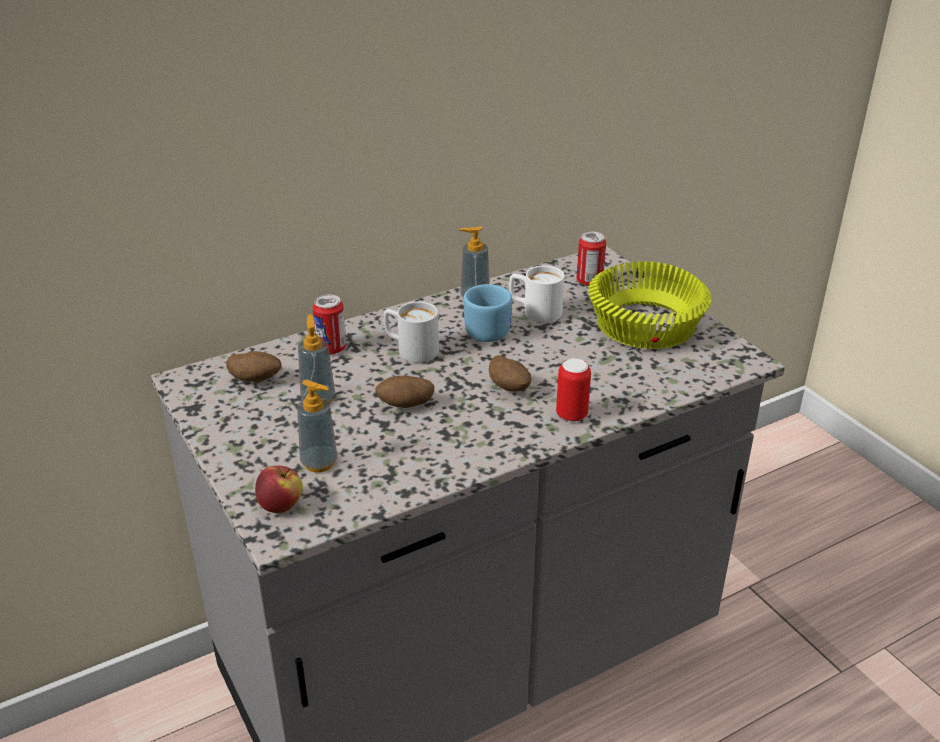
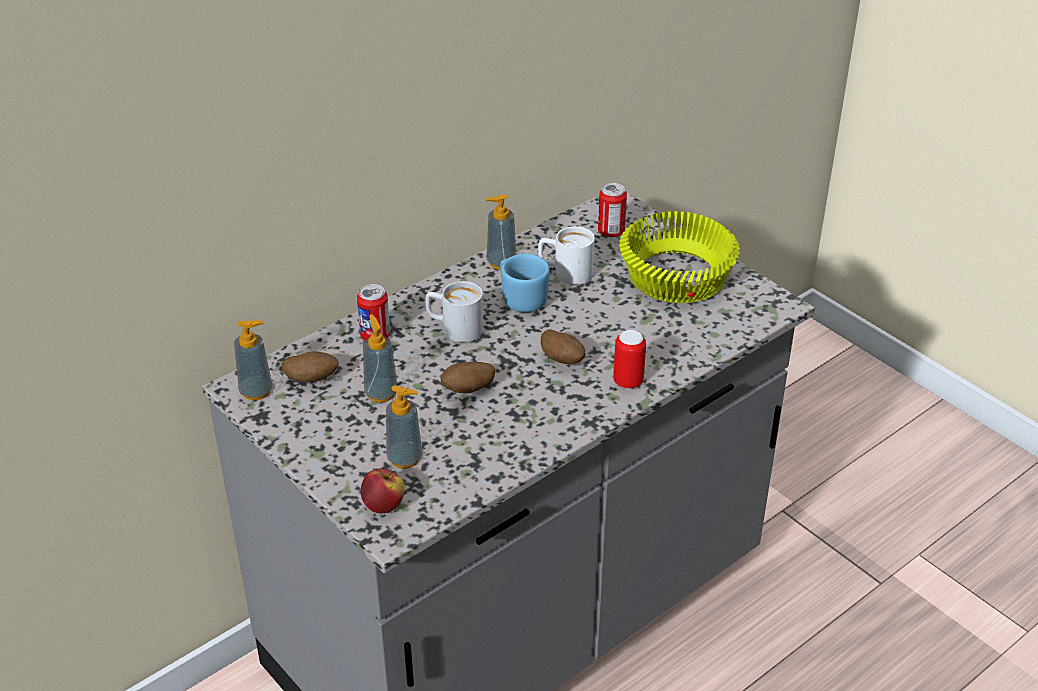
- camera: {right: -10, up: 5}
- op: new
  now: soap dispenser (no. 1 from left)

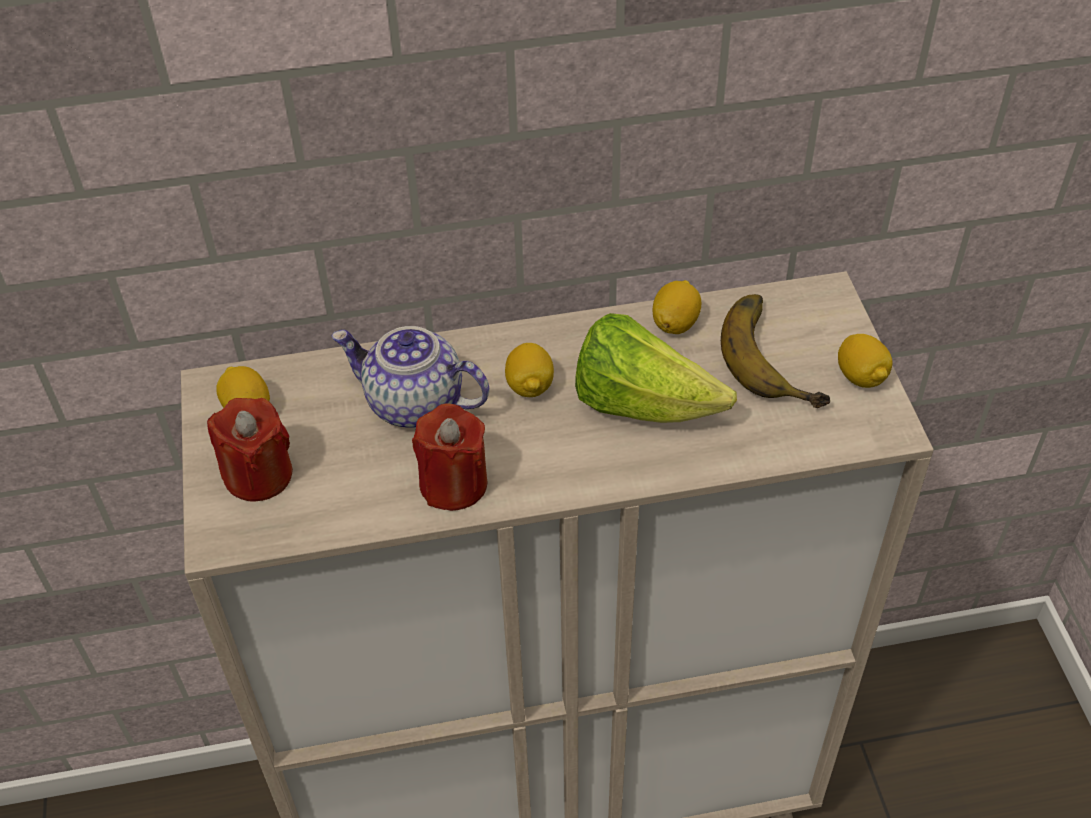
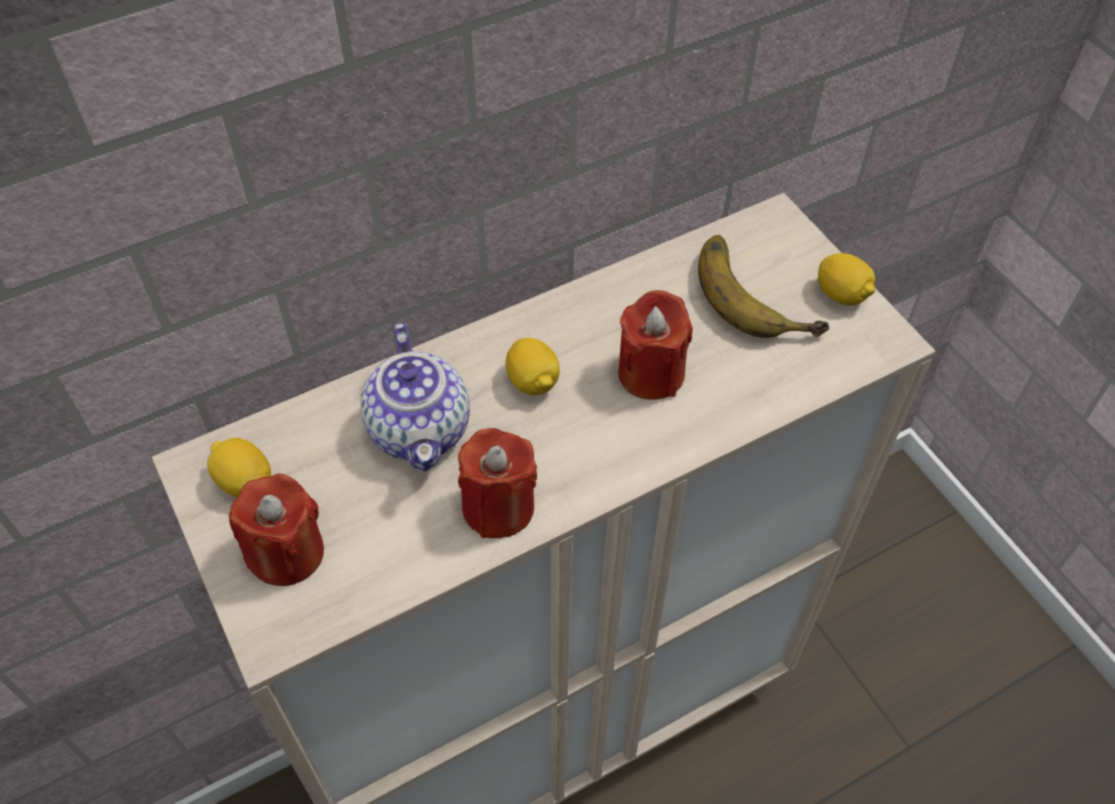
- camera: {right: -20, up: 5}
- op: rotated
  was: teapot
  clockwise: -105
- op: swapped
  was: lettuce
  now: red candle (no. 3 from left)
- op: gone
  was: lemon (no. 3 from left)

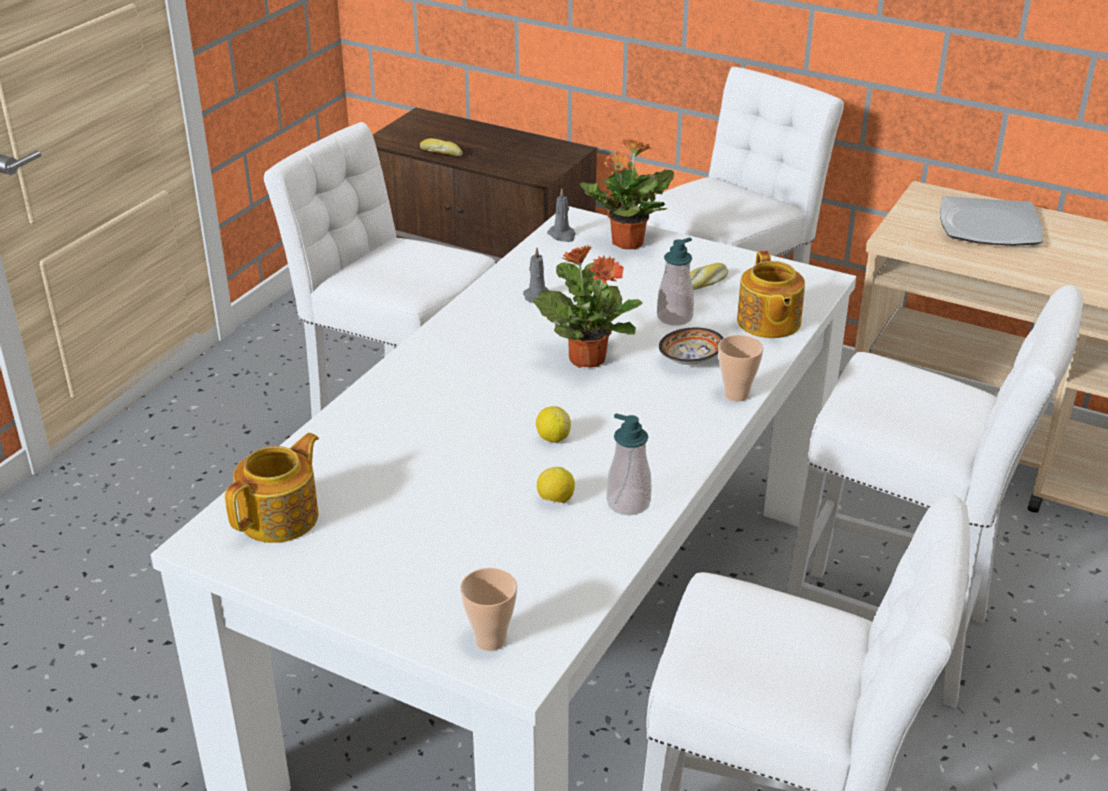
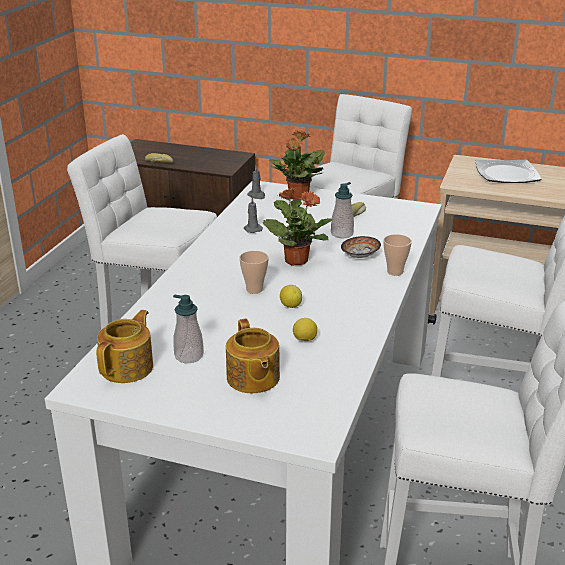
- camera: {right: -10, up: -5}
- op: shifted
  was: cup (no. 1 from left)
- op: shifted
  was: soap dispenser (no. 1 from left)
- op: shifted
  was: teapot (no. 2 from left)

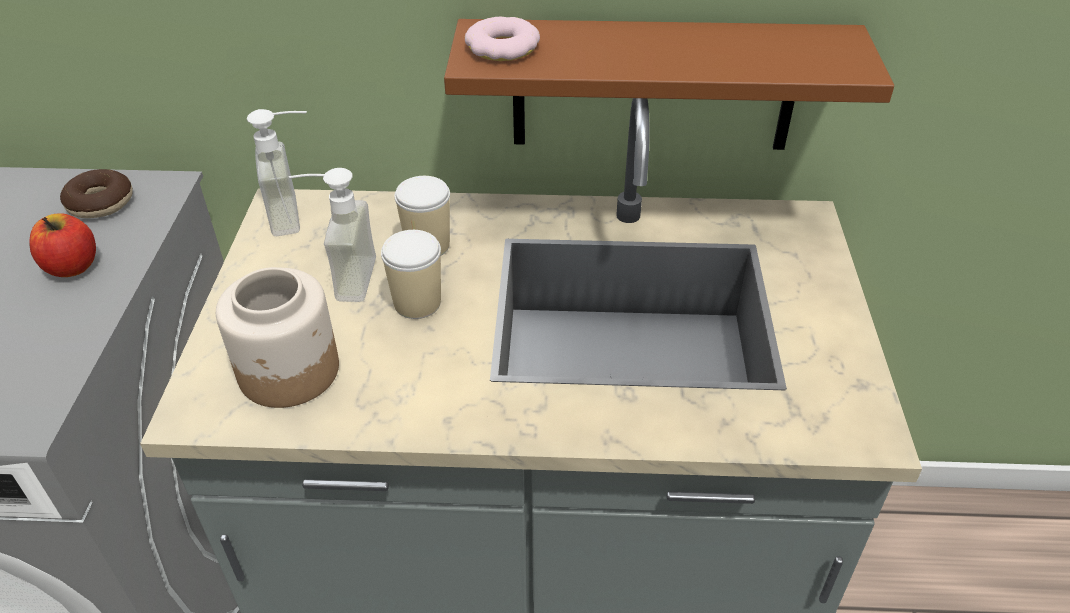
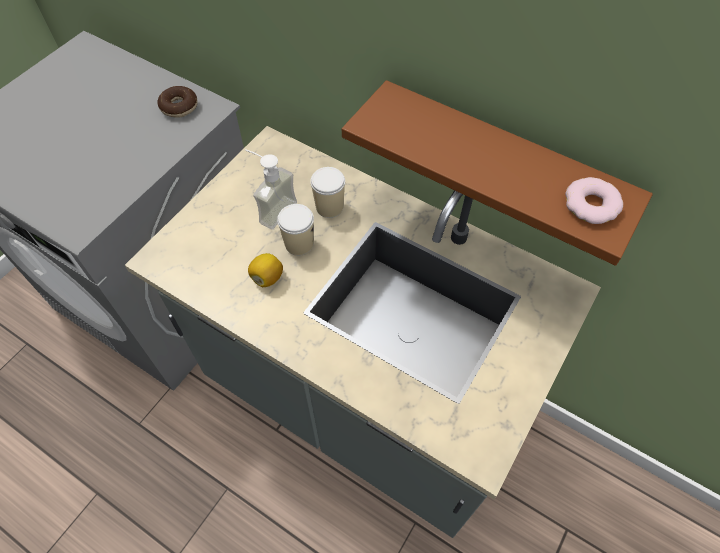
- camera: {right: 30, up: 15}
- op: gone
  was: apple
- op: gone
  was: jar
- op: gone
  was: soap dispenser (no. 1 from left)
- op: shifted
  was: donut (no. 2 from left)
- op: new
  now: lemon

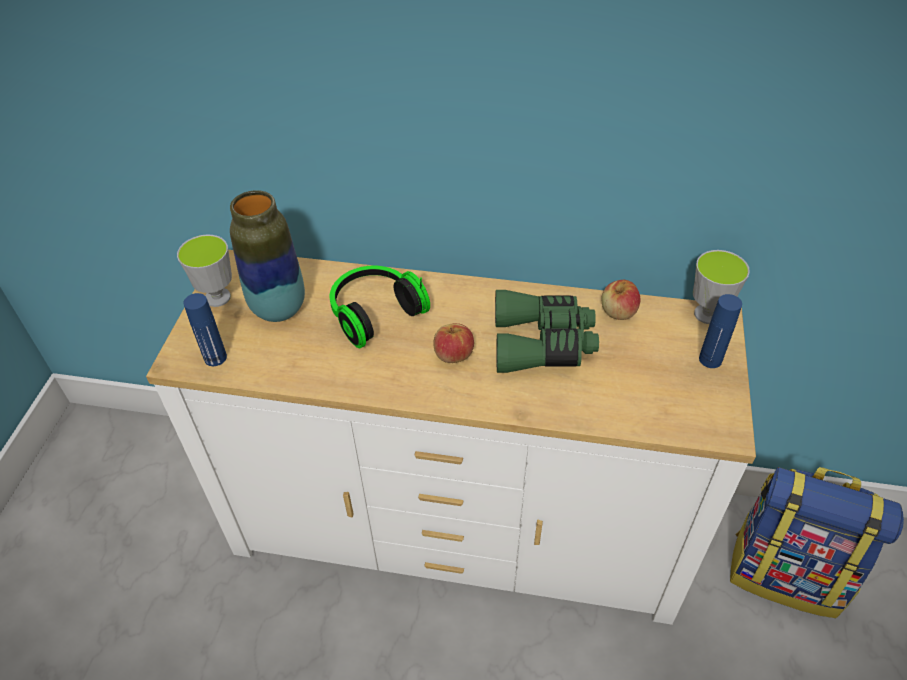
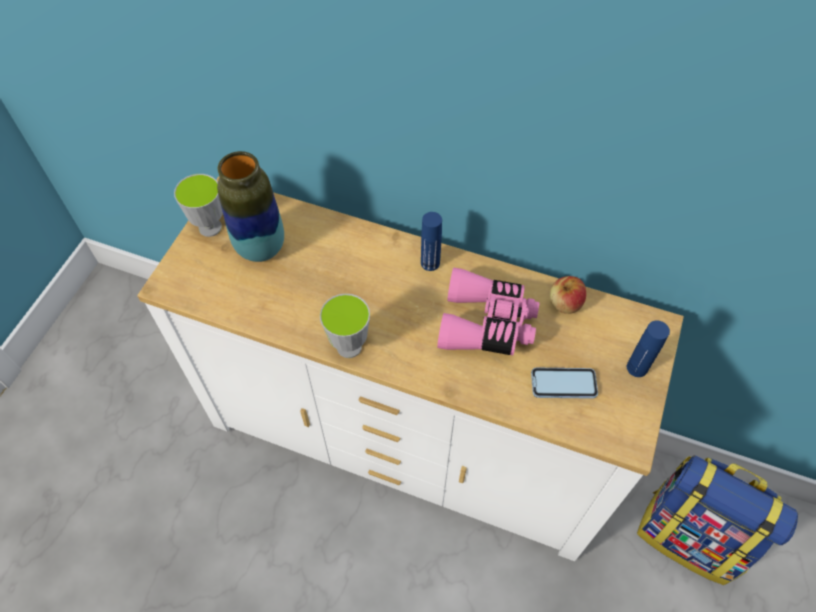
- camera: {right: 10, up: 10}
- op: shifted
  was: blue bottle (no. 1 from left)
- op: gone
  was: headphones
- op: gone
  was: apple (no. 1 from left)
- op: repainted
  was: green binoculars
  now: pink binoculars
- op: shifted
  was: cup (no. 2 from left)
- op: new
  now: phone

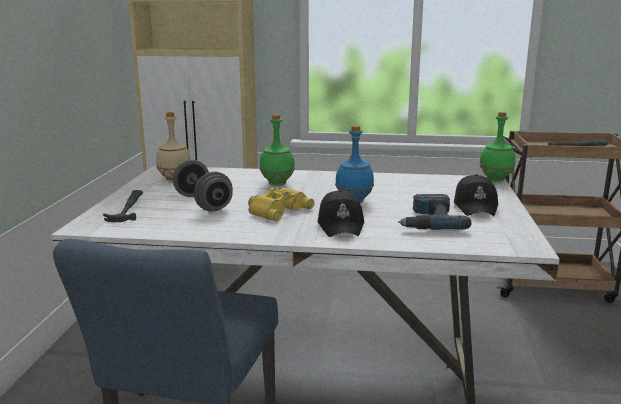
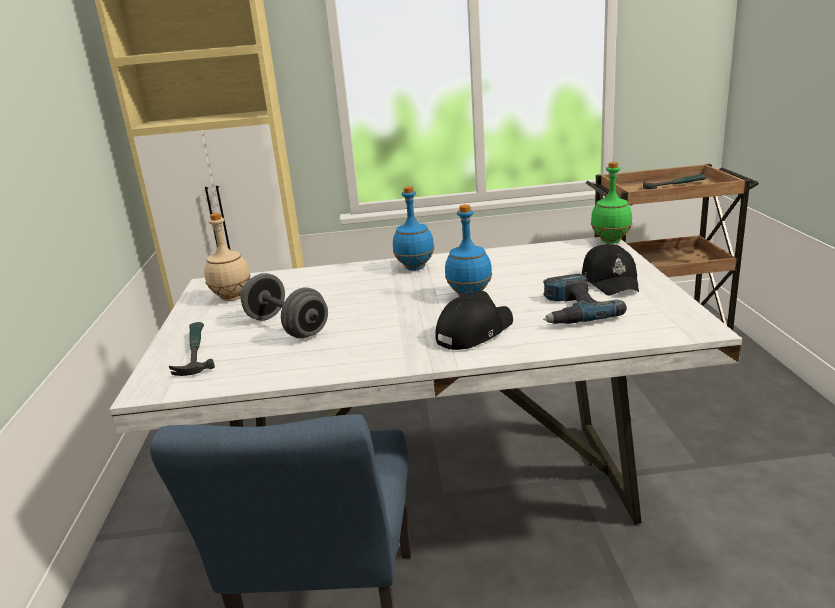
- camera: {right: -10, up: 5}
- op: gone
  was: yellow binoculars
- op: gone
  was: green bottle (no. 1 from left)
- op: rotated
  was: black cap (no. 1 from left)
  clockwise: -120
- op: new
  now: blue bottle (no. 1 from left)

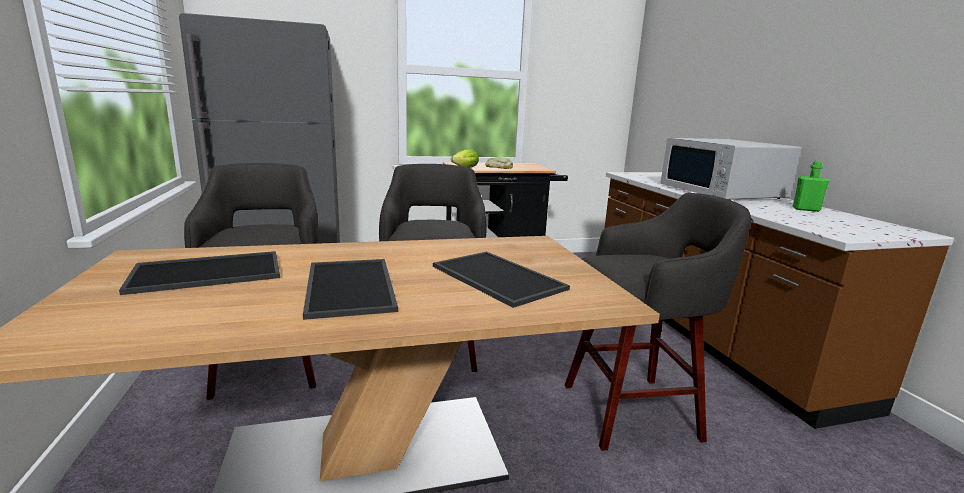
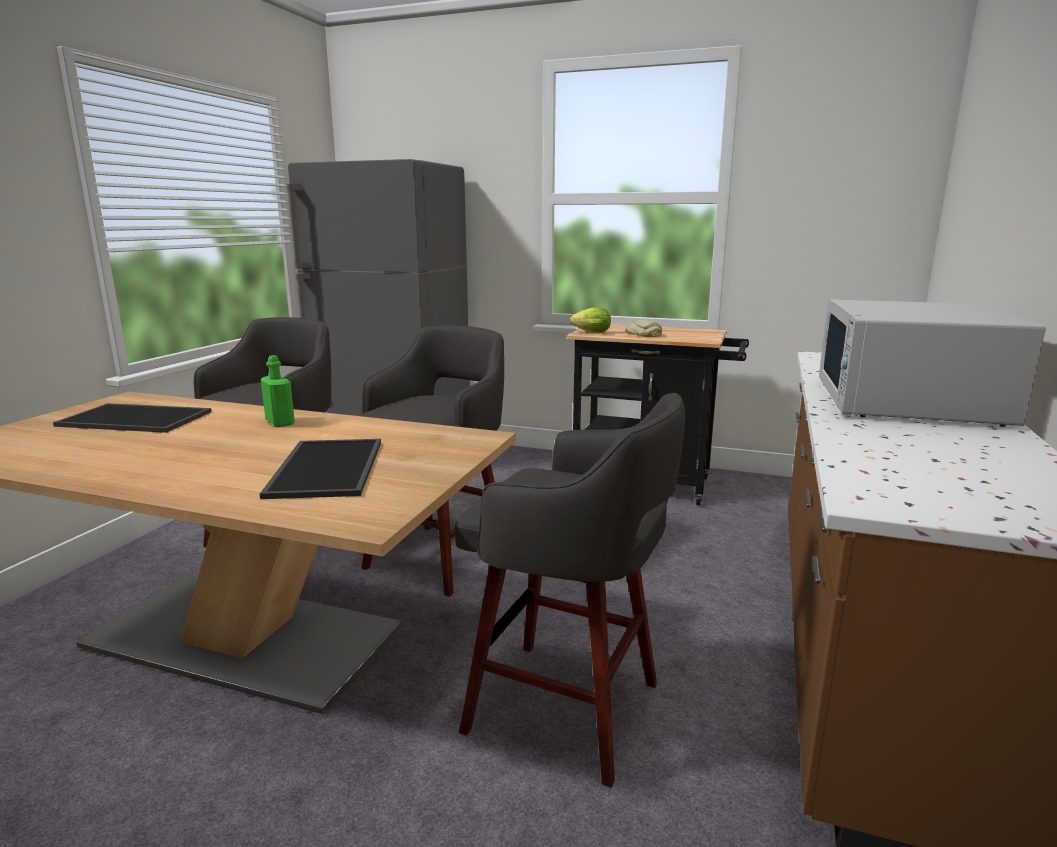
- camera: {right: 35, up: 0}
- op: gone
  was: tray (no. 2 from left)
- op: shifted
  was: green bottle

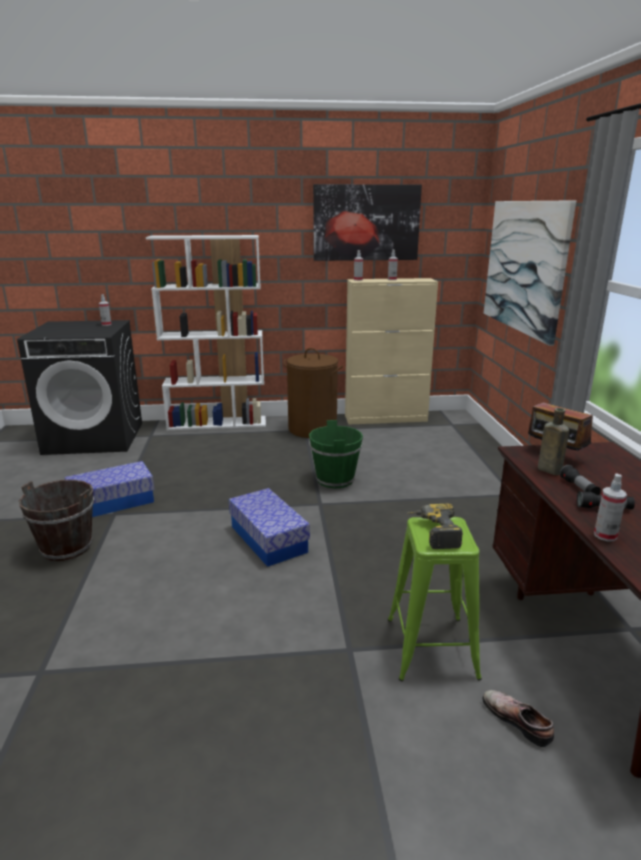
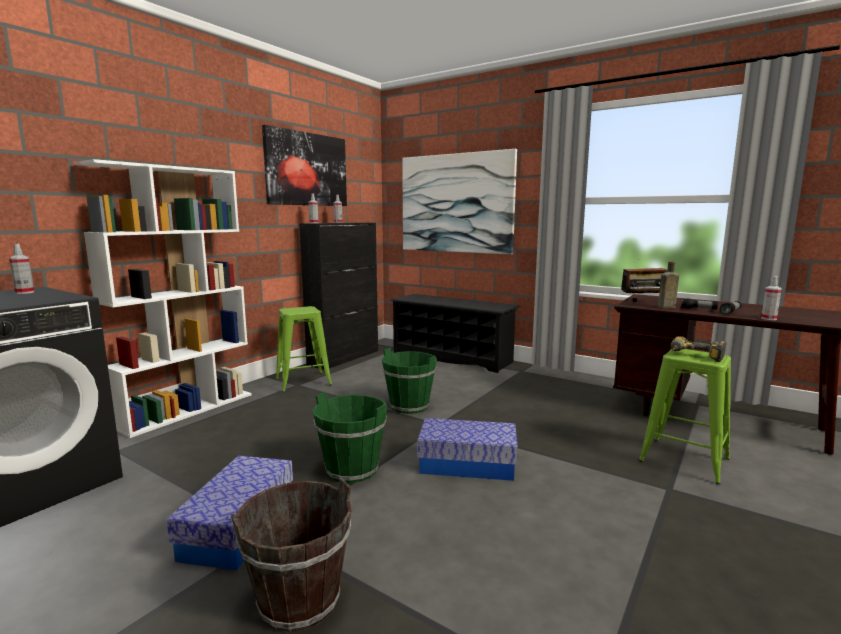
- camera: {right: -50, up: -10}
- op: swapped
  was: brown laundry basket
  now: green stool (no. 1 from left)
- op: repainted
  was: beige cabinet
  now: black cabinet
- op: gone
  was: shoe
- op: new
  now: green bucket (no. 1 from left)
- op: new
  now: black shoe rack

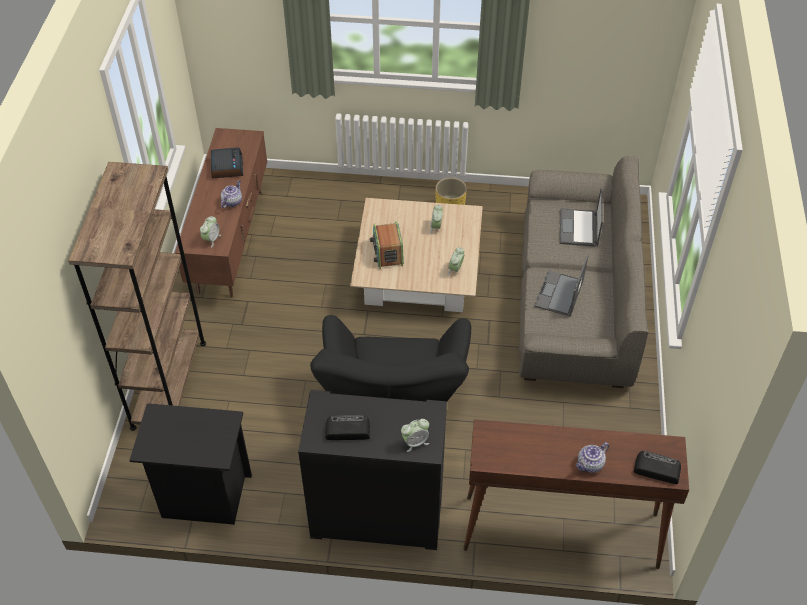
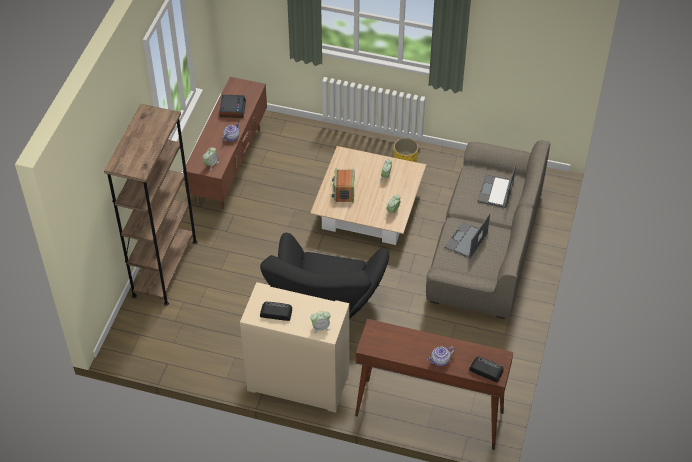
- camera: {right: 10, up: 0}
- op: gone
  was: black nightstand
- op: repainted
  was: black cabinet
  now: beige cabinet

